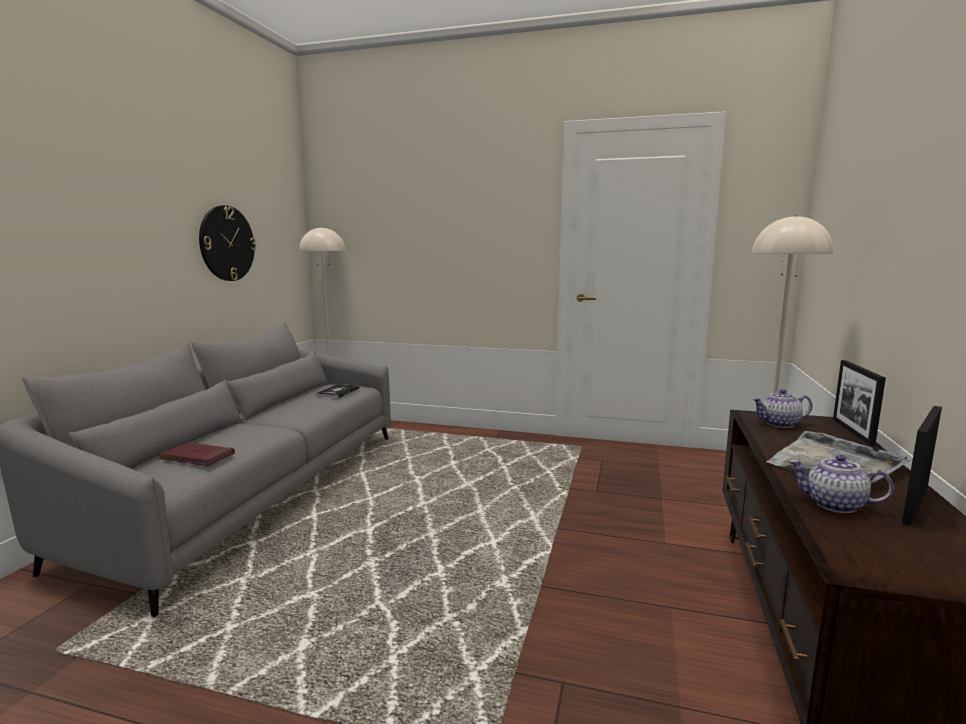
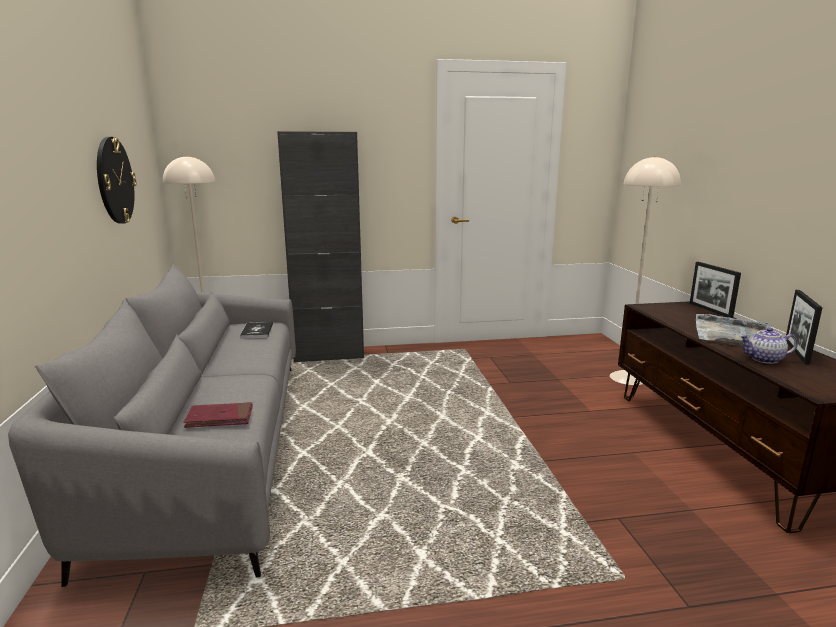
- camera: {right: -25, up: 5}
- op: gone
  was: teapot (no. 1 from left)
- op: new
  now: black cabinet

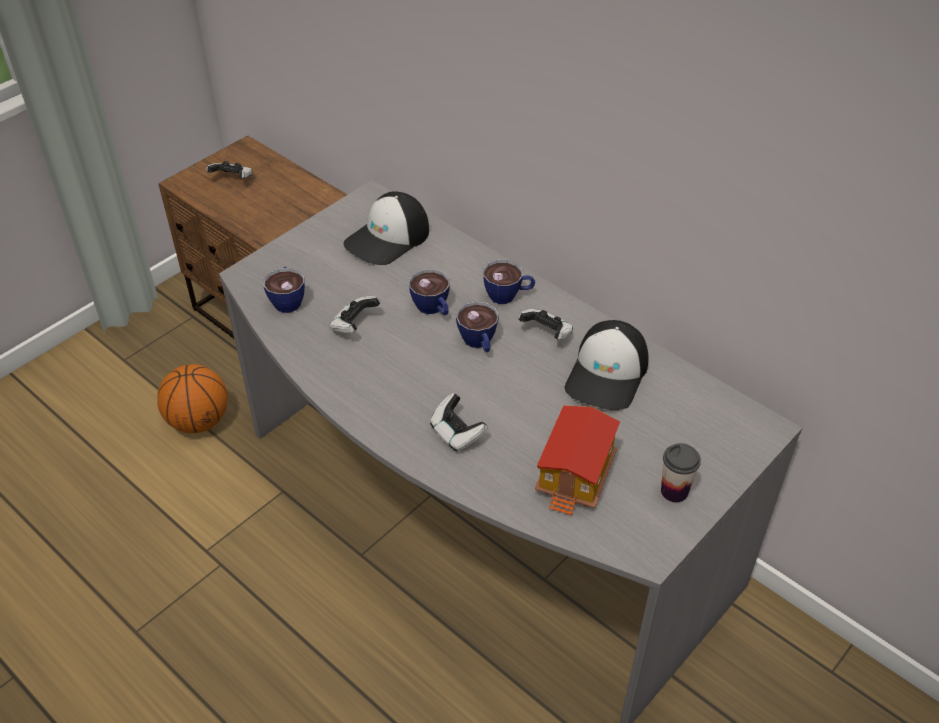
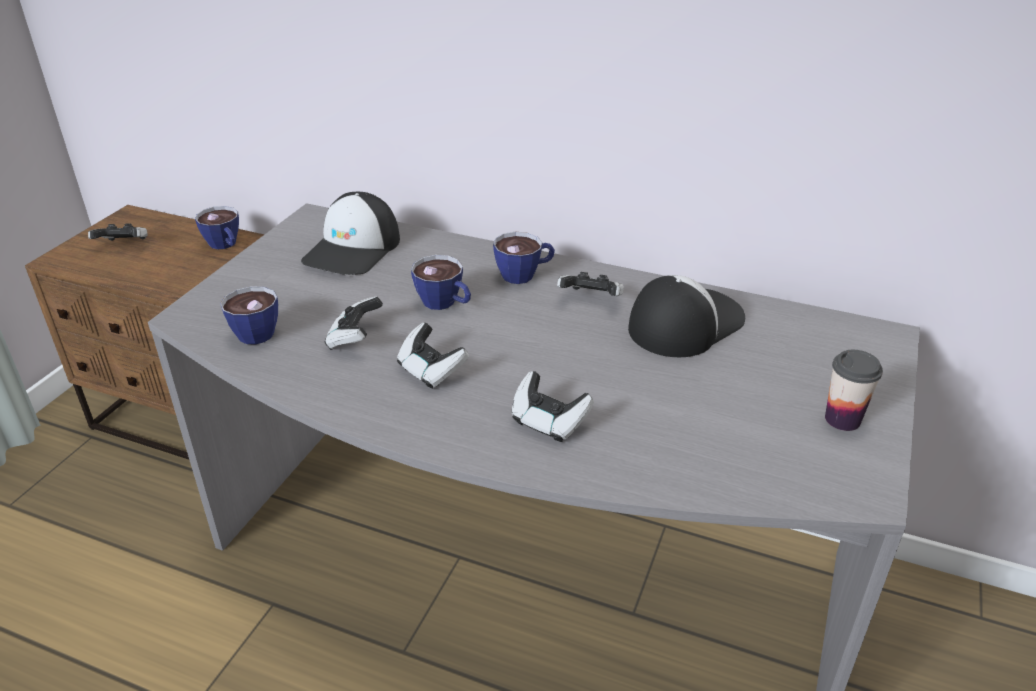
- camera: {right: -20, up: -10}
- op: gone
  was: basketball
- op: shifted
  was: cup (no. 3 from left in the first image)
  now: cup (no. 1 from left)
- op: gone
  was: toy house
- op: rotated
  was: cap (no. 2 from left)
  clockwise: -135
- op: new
  now: game controller (no. 3 from left)

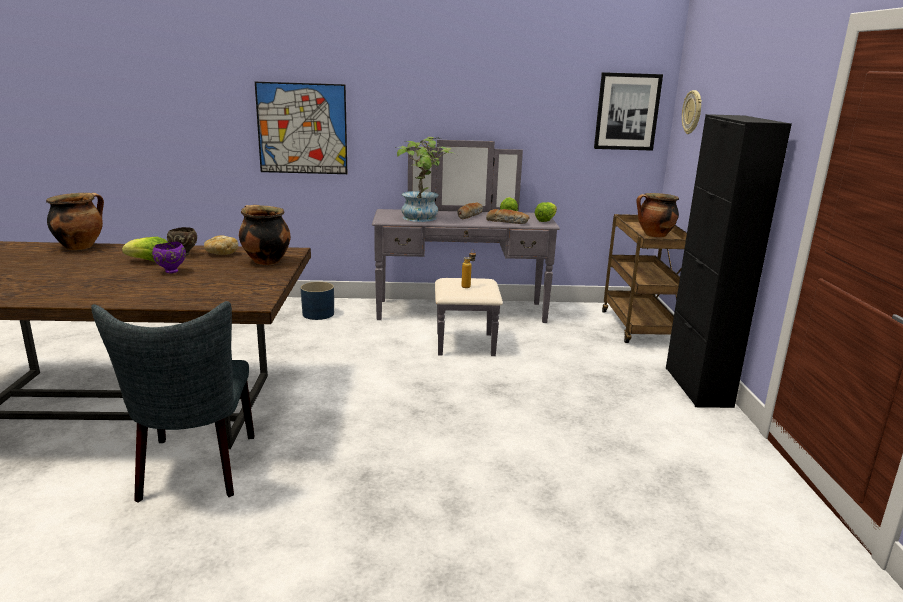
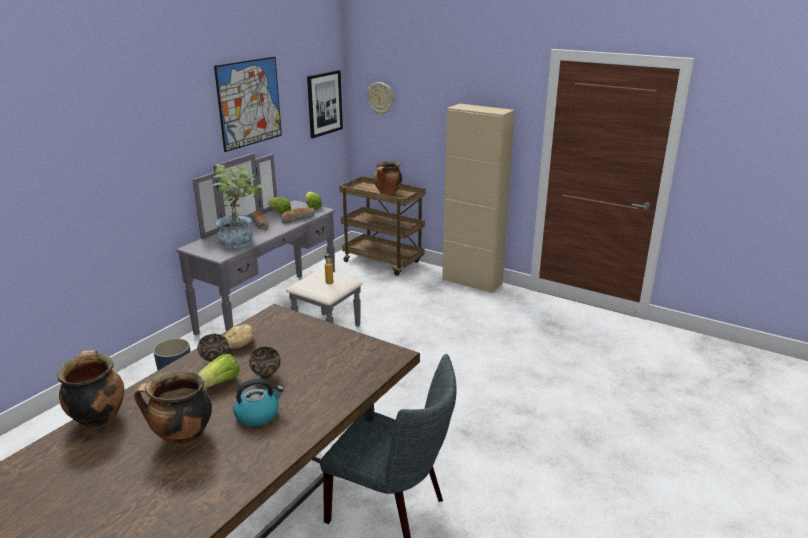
- camera: {right: -55, up: 5}
- op: repainted
  was: purple bowl
  now: brown bowl (no. 2 from left)
- op: shifted
  was: cooking pot (no. 2 from left)
- op: shifted
  was: picture (no. 1 from left)
- op: repainted
  was: black cabinet
  now: beige cabinet
- op: new
  now: kettle

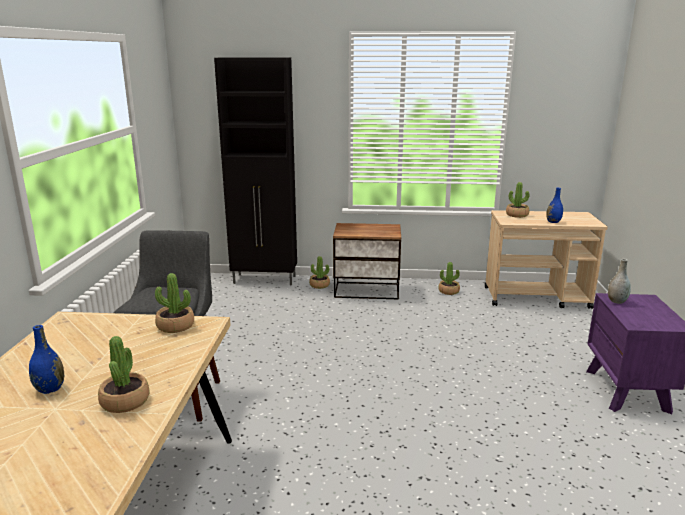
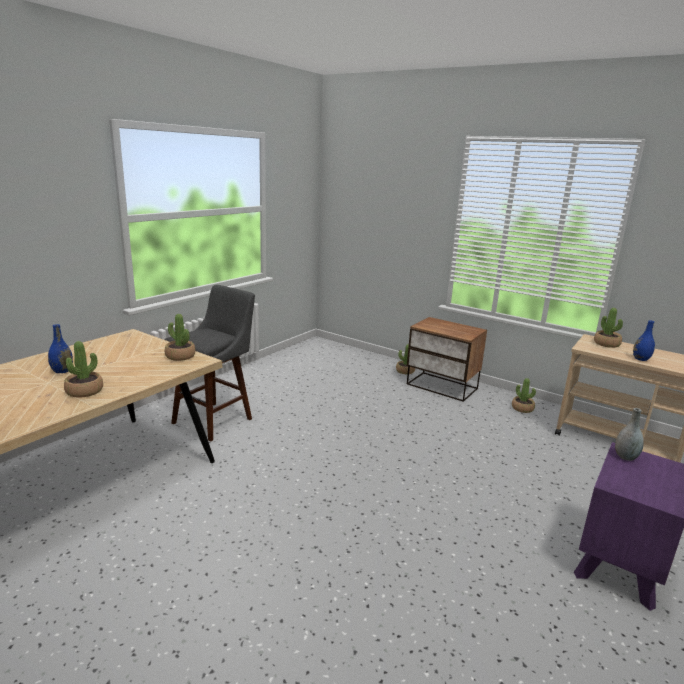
- camera: {right: 30, up: 0}
- op: gone
  was: black cabinet

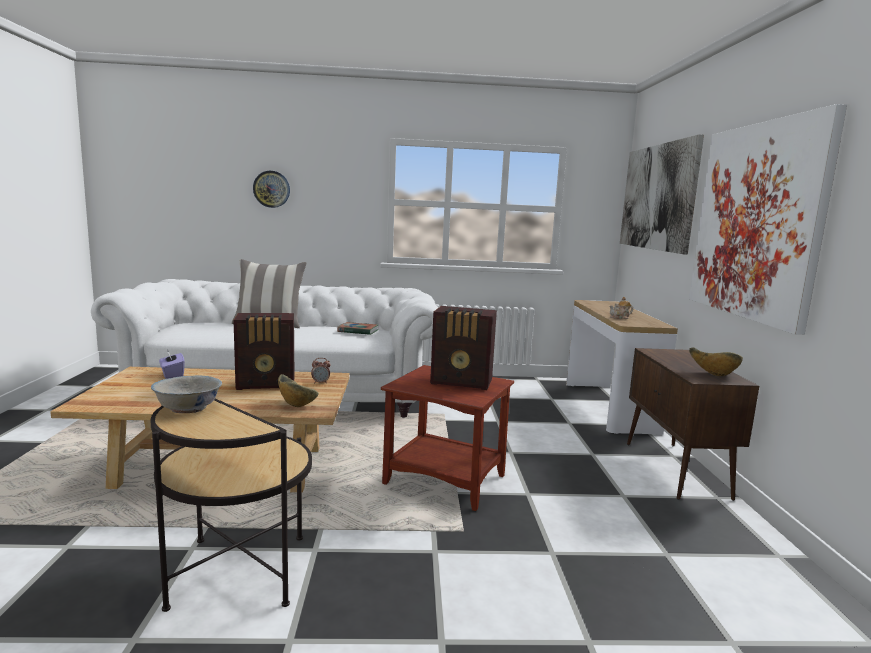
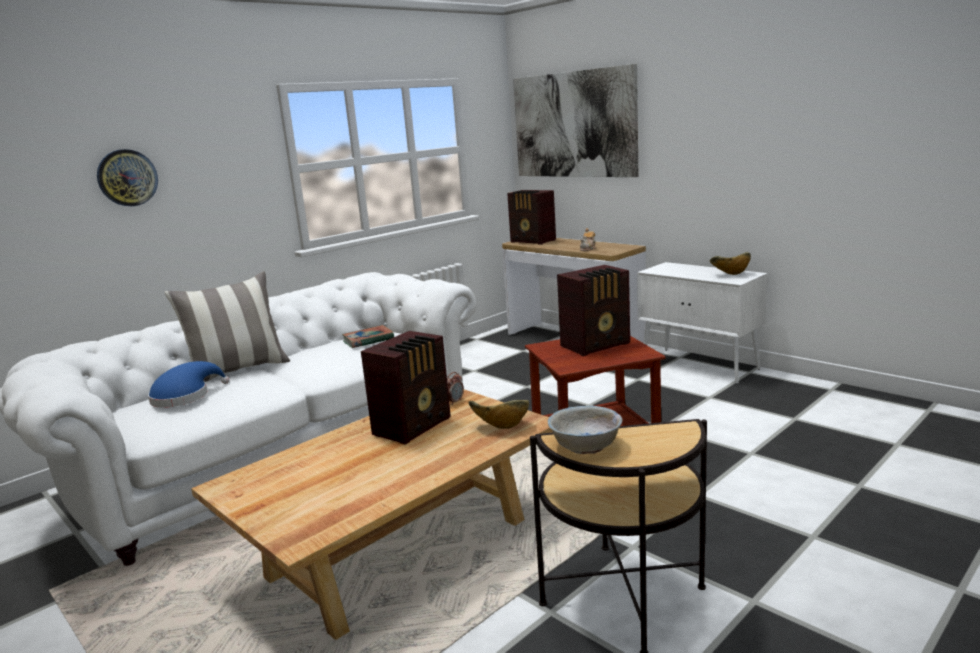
- camera: {right: -40, up: 5}
- op: gone
  was: purple tissue box
- op: repainted
  was: brown cabinet
  now: white cabinet
- op: gone
  was: picture (no. 2 from left)
- op: new
  now: blue hat
- op: new
  now: radio (no. 2 from left)

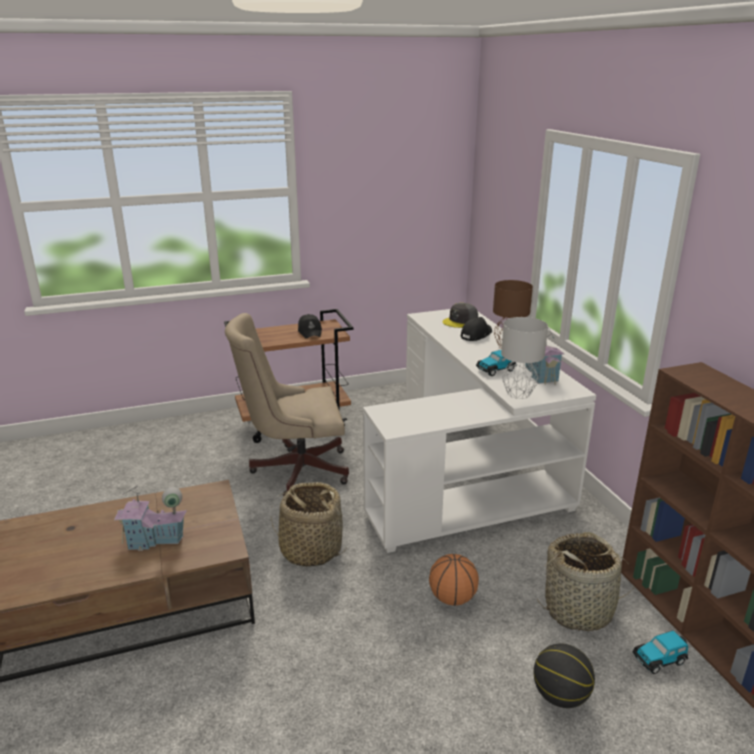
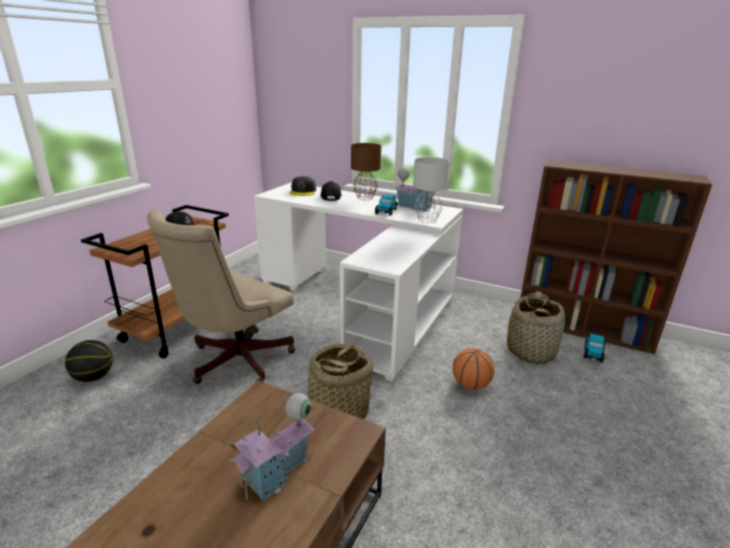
- camera: {right: -45, up: 0}
- op: shifted
  was: basketball (no. 2 from left in the first image)
  now: basketball (no. 1 from left)

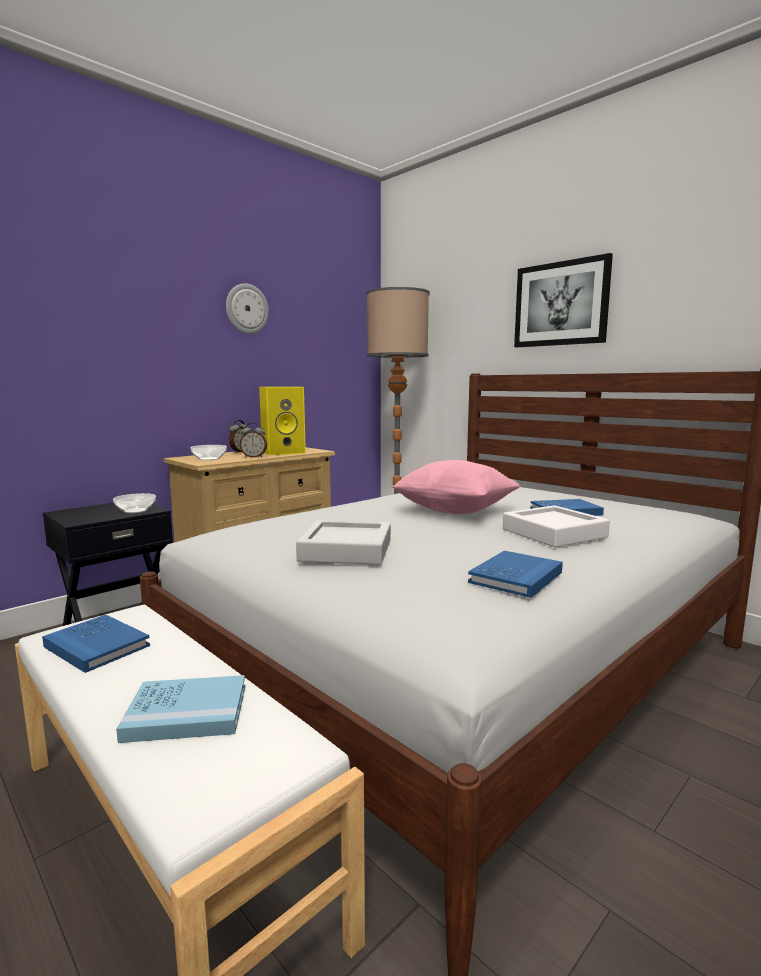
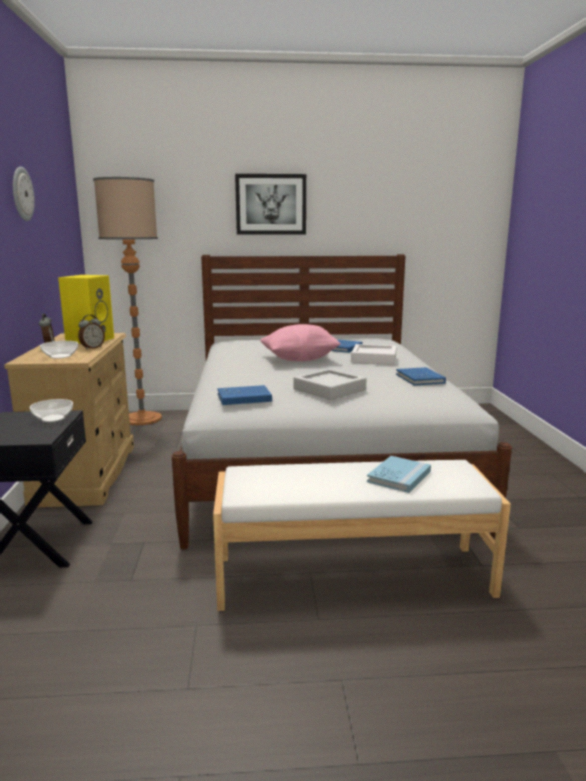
- camera: {right: -50, up: 5}
- op: shifted
  was: blue book (no. 1 from left)

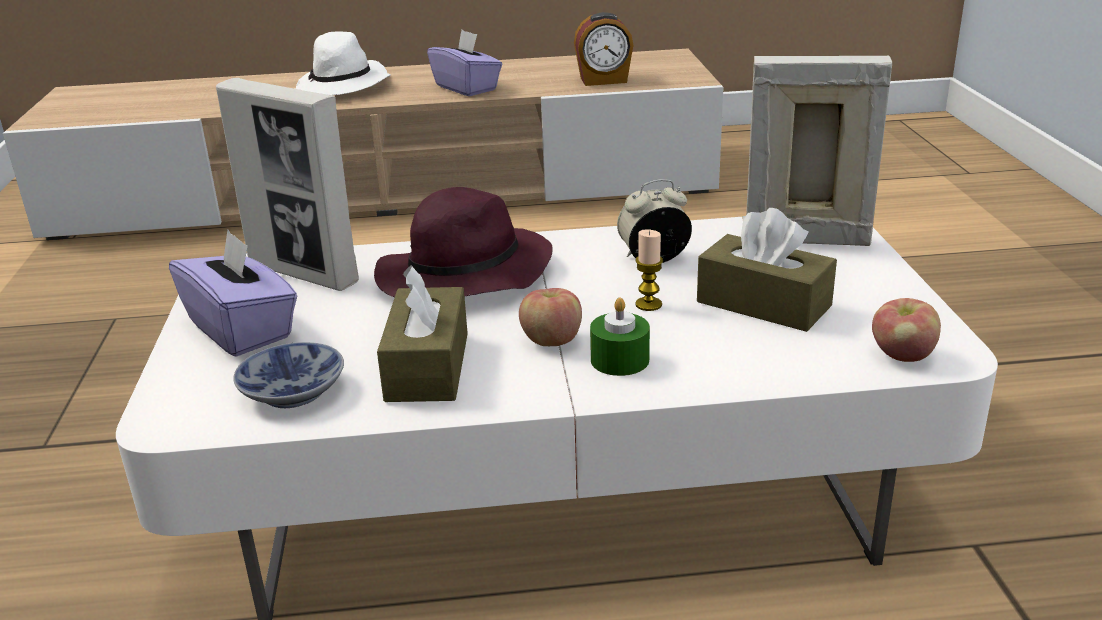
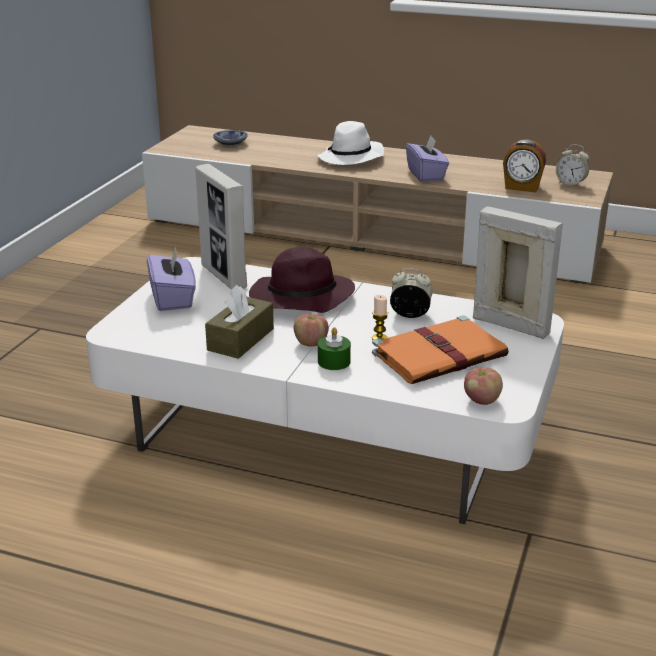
- camera: {right: 25, up: 0}
- op: shifted
  was: bowl
- op: swapped
  was: brown tissue box (no. 2 from left)
  now: orange book
- op: new
  now: alarm clock (no. 3 from left)

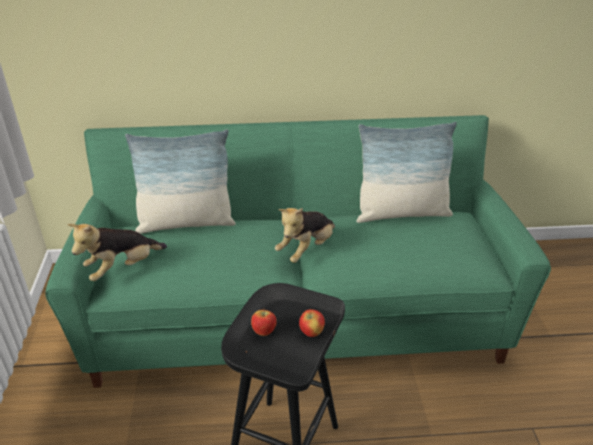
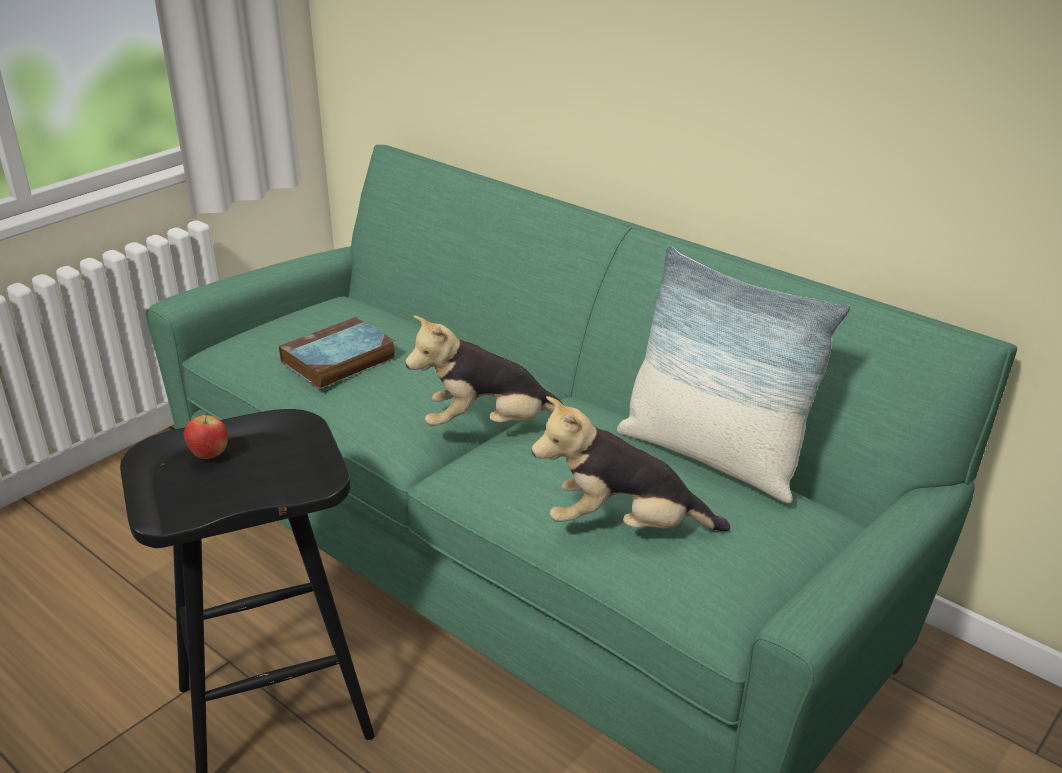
- camera: {right: 45, up: -5}
- op: shifted
  was: plush toy (no. 1 from left in the first image)
  now: plush toy (no. 2 from left)
- op: gone
  was: pillow (no. 1 from left)
- op: gone
  was: apple (no. 2 from left)
- op: new
  now: book

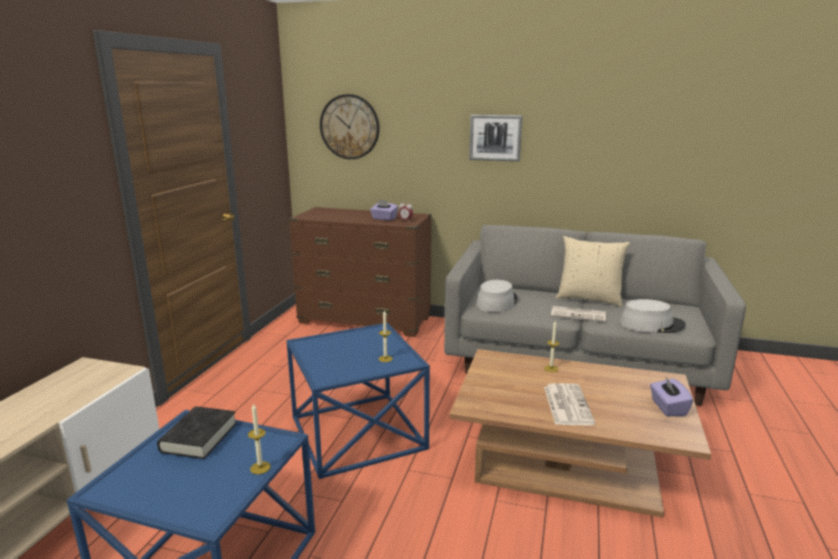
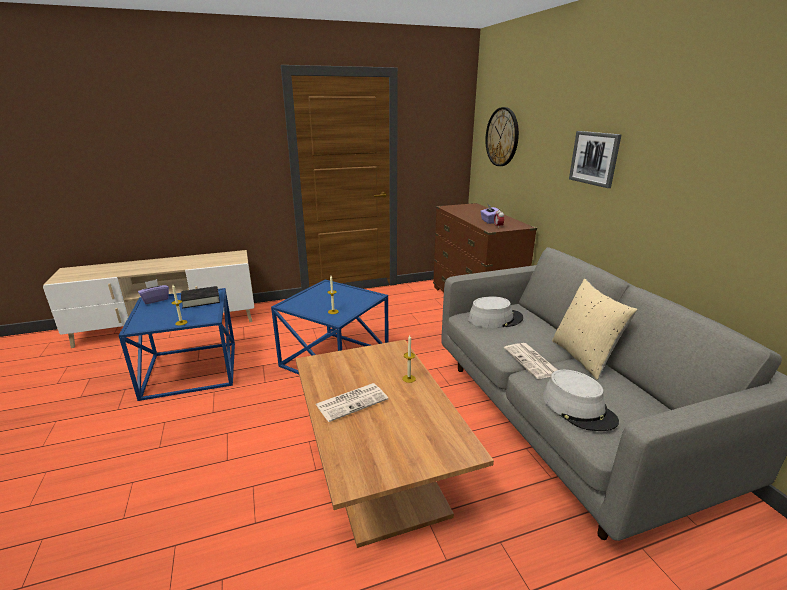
- camera: {right: 55, up: 5}
- op: shifted
  was: purple tissue box (no. 2 from left in the first image)
  now: purple tissue box (no. 1 from left)

